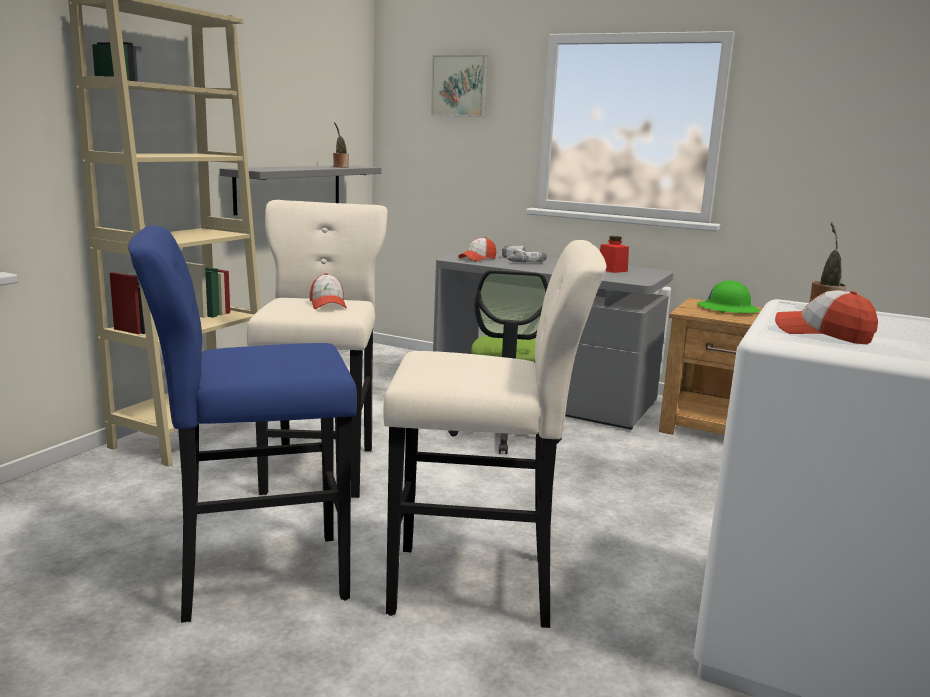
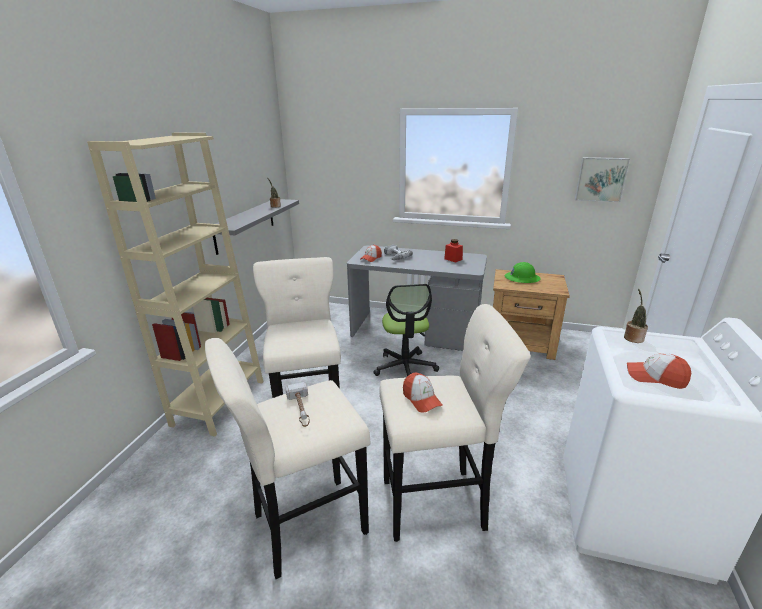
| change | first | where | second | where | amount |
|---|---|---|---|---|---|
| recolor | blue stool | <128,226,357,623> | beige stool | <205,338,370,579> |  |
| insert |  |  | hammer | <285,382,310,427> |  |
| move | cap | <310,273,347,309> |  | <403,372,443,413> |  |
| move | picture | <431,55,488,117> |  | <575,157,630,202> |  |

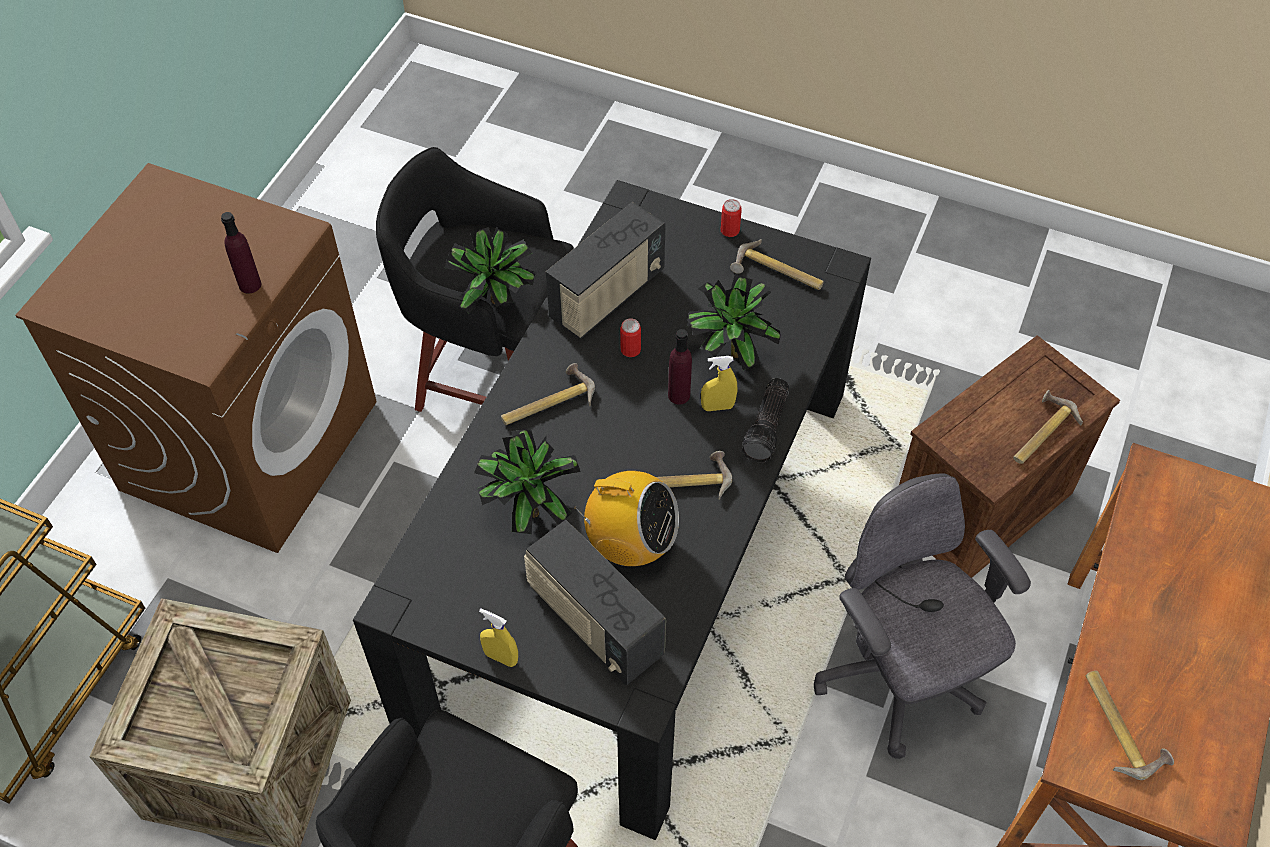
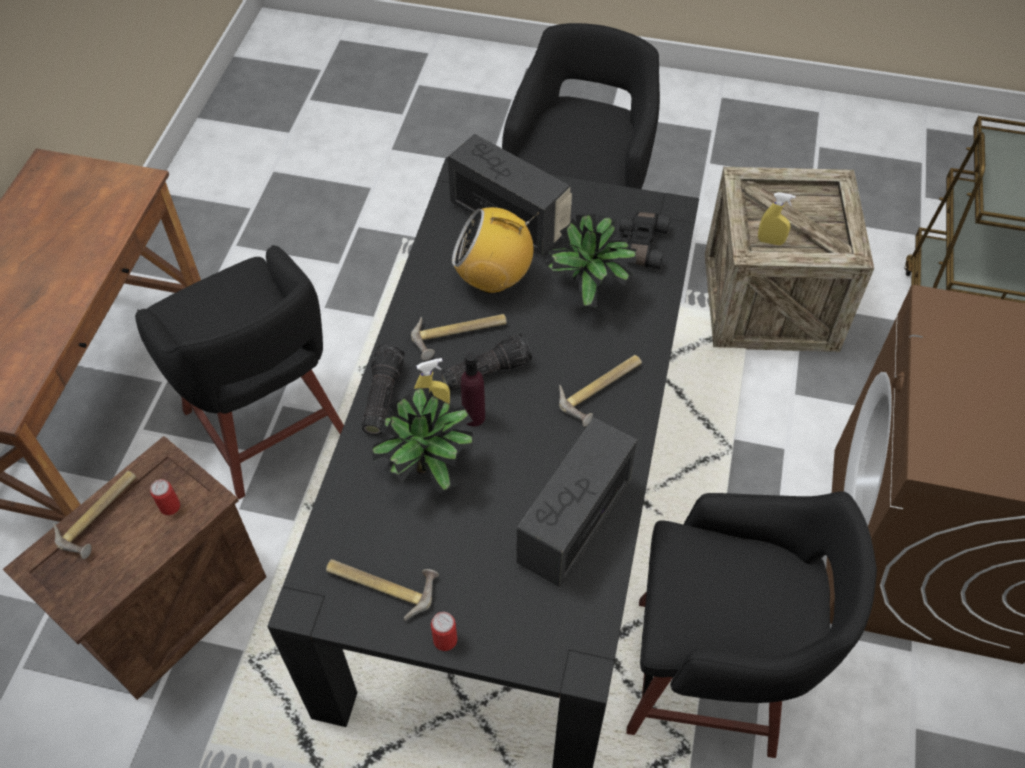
| change | first | where | second | where | amount |
|---|---|---|---|---|---|
| replace | grey office chair | <814,473,1031,759> | black stool | <135,245,344,499> |  |
| move | can | <620,318,641,357> |  | <150,479,180,515> |  |
| insert |  |  | flashlight | <440,334,532,391> |  |
| insert |  |  | black binoculars | <616,212,670,269> |  |
| move | yellow spray bottle | <479,609,518,667> |  | <758,192,796,245> |  |
| delete | purple bottle | <221,212,261,294> |  |  |  |
| delete | potted plant | <444,226,536,314> |  |  |  |
| delete | hammer | <1085,671,1174,780> |  |  |  |

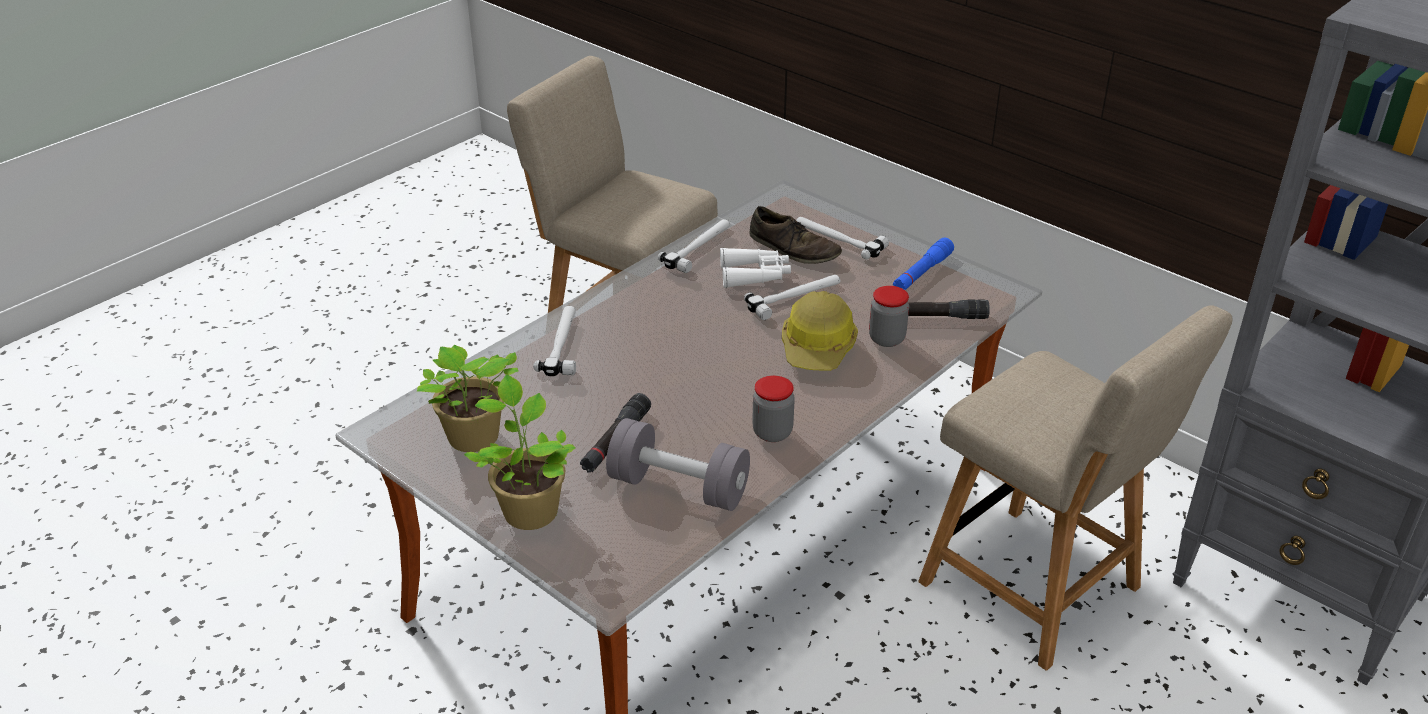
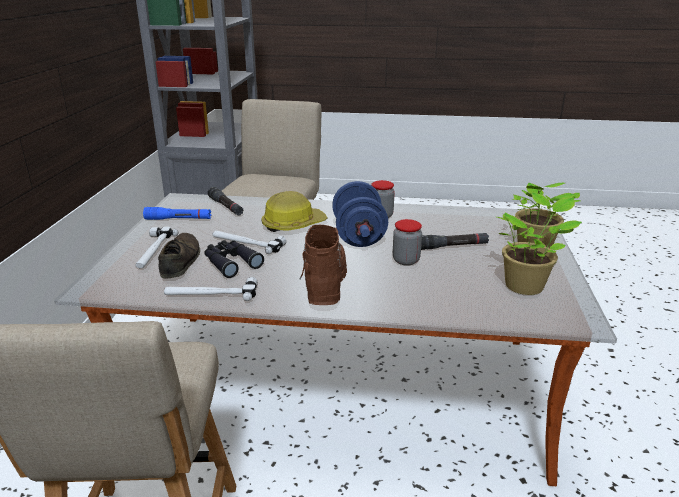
| change | first | where | second | where | amount |
|---|---|---|---|---|---|
| recolor | white binoculars | <720,248,791,288> | black binoculars | <204,240,264,278> |  |
| insert |  |  | brown boot | <299,225,347,305> |  |
| insert |  |  | blue dumbbell | <332,181,388,247> |  |
| move | jar | <869,286,909,347> |  | <393,219,422,266> |  |
| delete | hammer | <533,306,576,376> |  |  |  |
| delete | grey dumbbell | <606,418,750,511> |  |  |  |

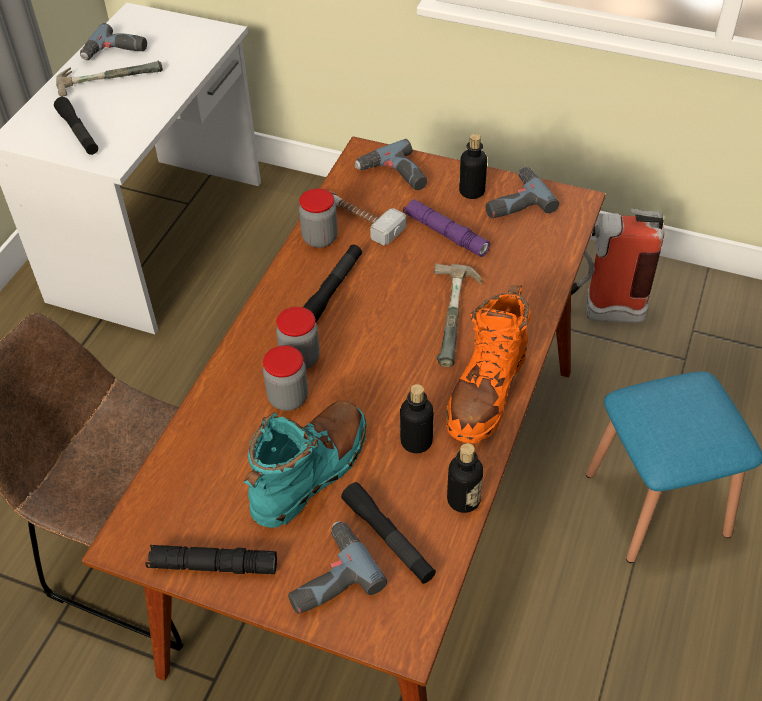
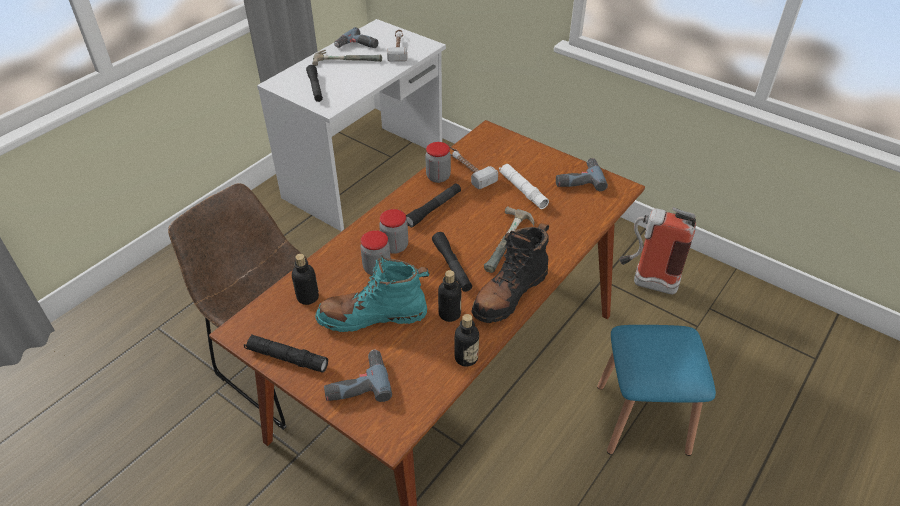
| change | first | where | second | where | amount |
|---|---|---|---|---|---|
| move | bottle | <459,134,487,199> |  | <291,254,319,305> |  |
| rotate | turquoise boot | <243,401,367,528> |  | <315,256,430,332> | 150 degrees counterclockwise |
| insert |  |  | hammer | <387,30,407,62> |  |
| move | black flashlight | <341,482,436,584> |  | <432,232,472,292> |  |
| recolor | orange boot | <445,285,531,443> | black boot | <472,223,549,323> |  |
| recolor | purple flashlight | <403,199,490,257> | white flashlight | <499,164,549,209> |  |
| delete | power drill | <354,139,427,190> |  |  |  |

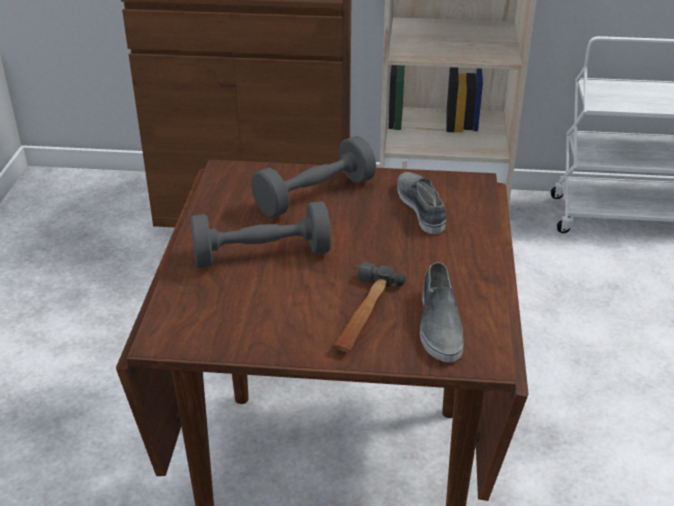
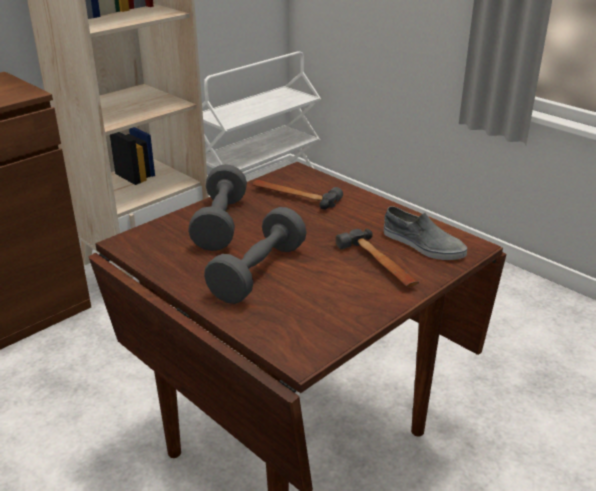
| change | first | where | second | where | amount |
|---|---|---|---|---|---|
| replace | grey shoe | <397,172,447,234> | hammer | <252,180,343,210> |  |

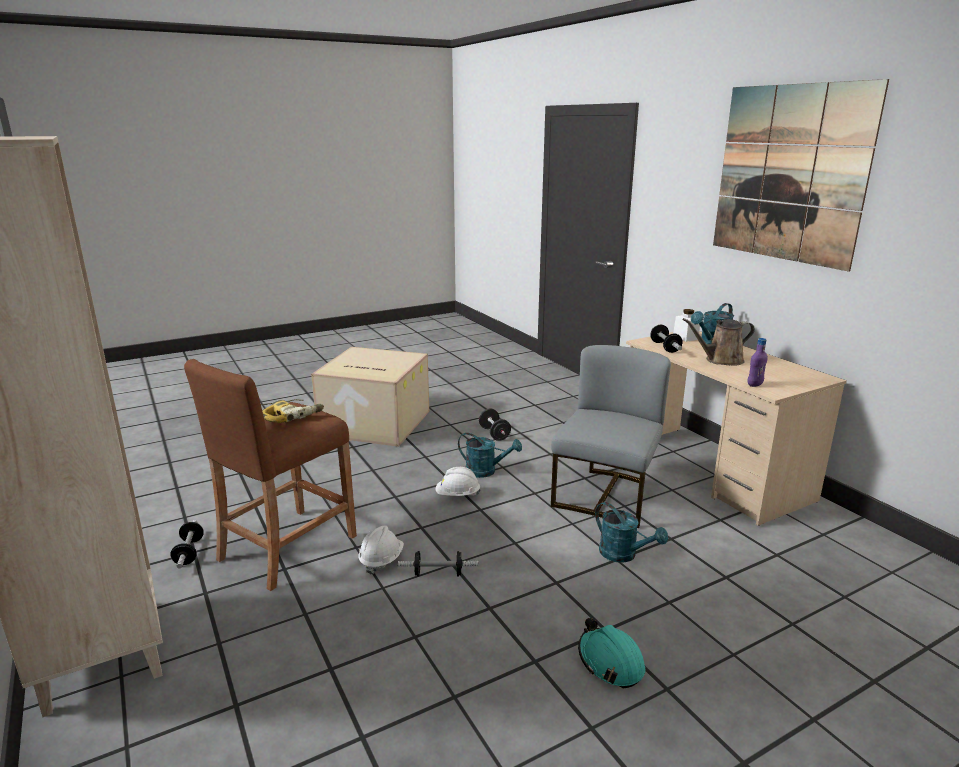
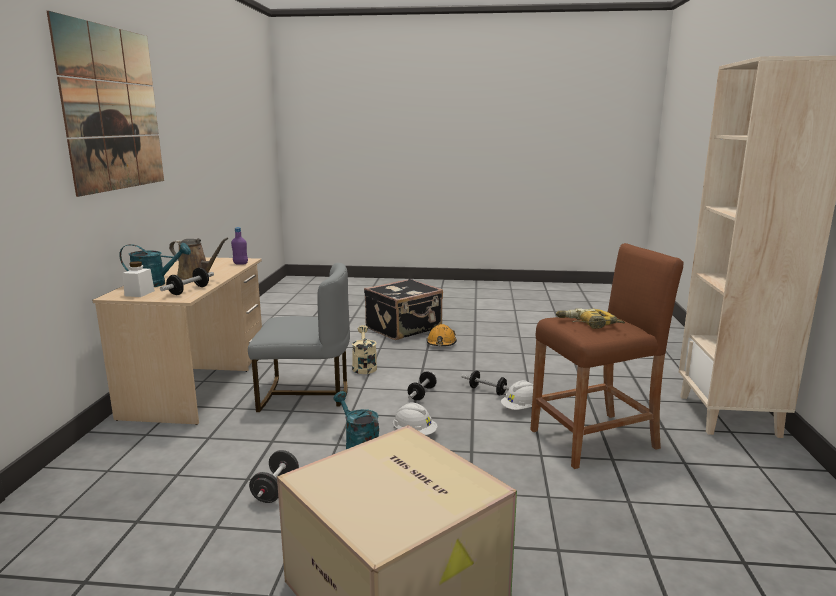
| change | first | where | second | where | amount |
|---|---|---|---|---|---|
| rotate | grey chair | <551,345,671,528> |  | <248,263,350,412> | 150 degrees counterclockwise |
| recolor | turquoise watering can | <595,502,668,563> | beige watering can | <352,325,377,374> |  |
| insert |  |  | black suitcase | <364,279,443,340> |  |
| move | dumbbell | <171,520,204,568> |  | <408,371,437,400> |  |
| recolor | turquoise hard hat | <578,618,645,688> | orange hard hat | <426,324,457,346> |  |

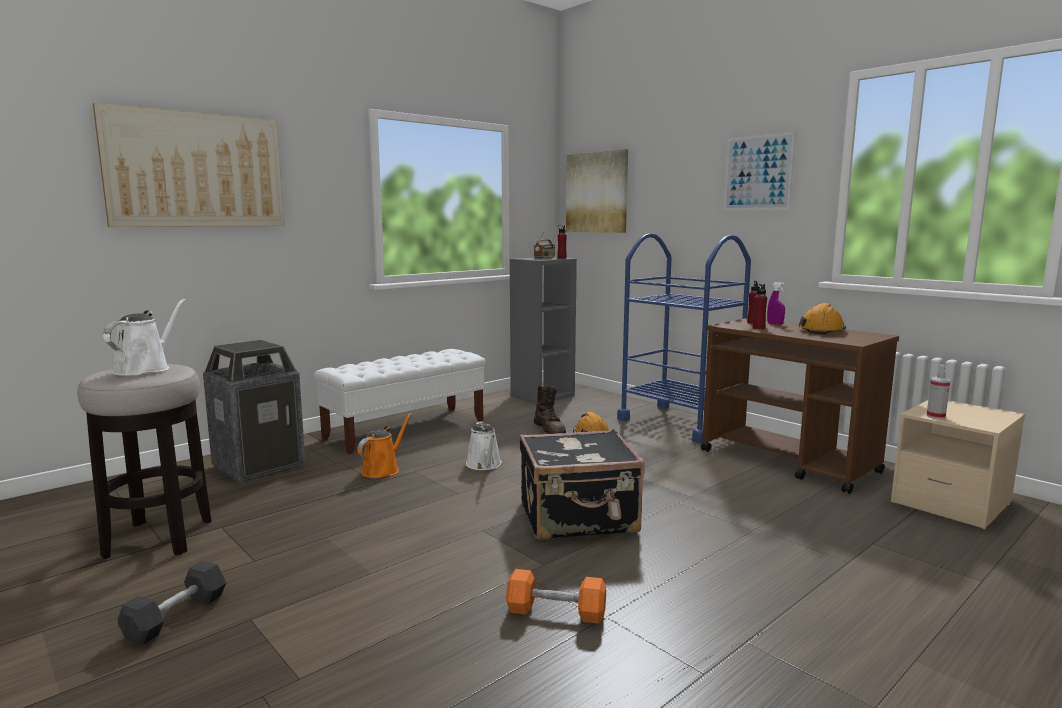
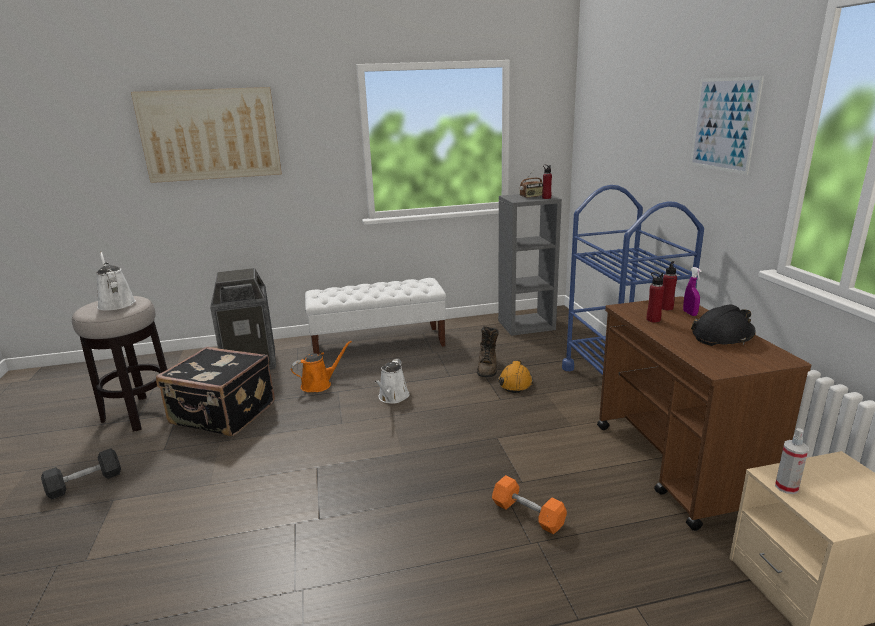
| change | first | where | second | where | amount |
|---|---|---|---|---|---|
| rotate | white watering can | <103,299,186,376> |  | <96,252,136,310> | 75 degrees counterclockwise |
| move | black suitcase | <519,429,645,540> |  | <156,346,275,436> |  |
| move | orange dumbbell | <506,569,606,624> |  | <492,475,567,534> |  |
| recolor | orange hard hat | <798,303,846,335> | black hard hat | <691,305,755,346> |  |
| delete | picture | <566,149,628,233> |  |  |  |

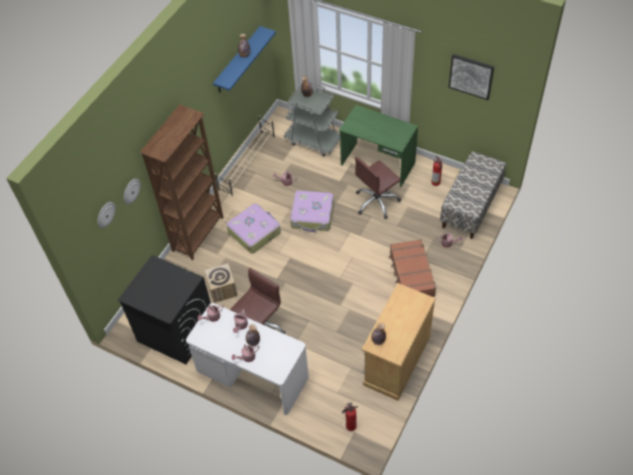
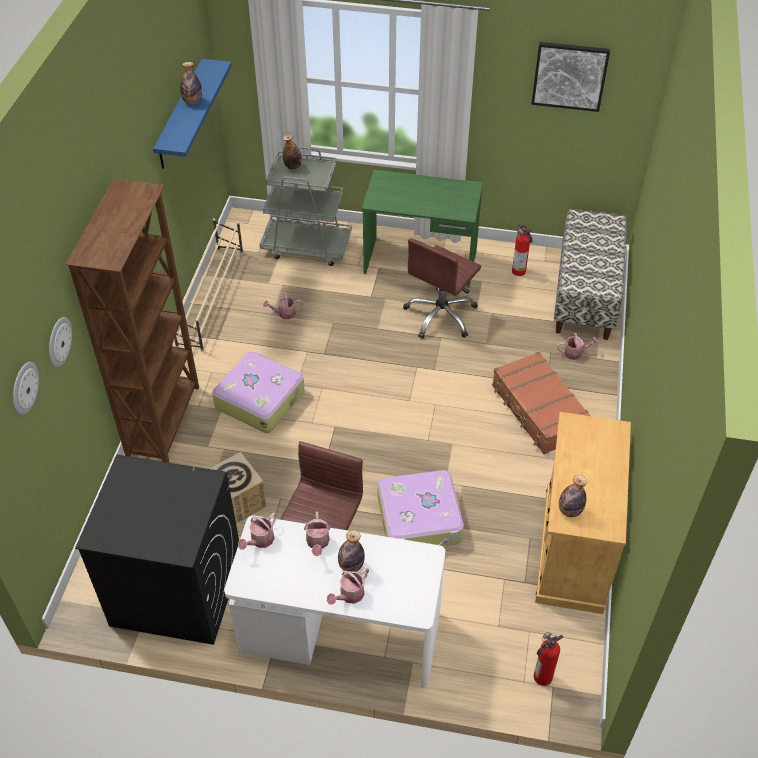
| change | first | where | second | where | amount |
|---|---|---|---|---|---|
| move | suitcase | <290,190,334,232> |  | <378,470,464,547> |  |

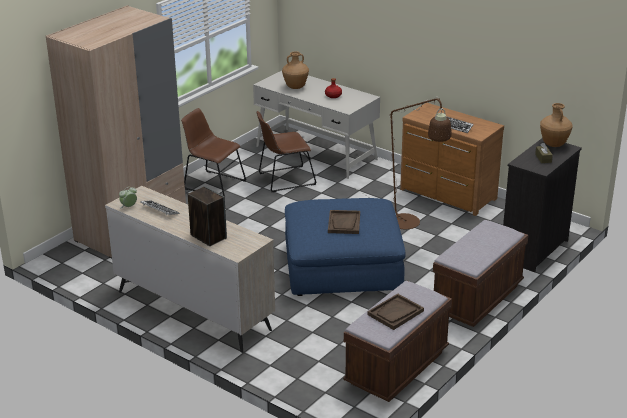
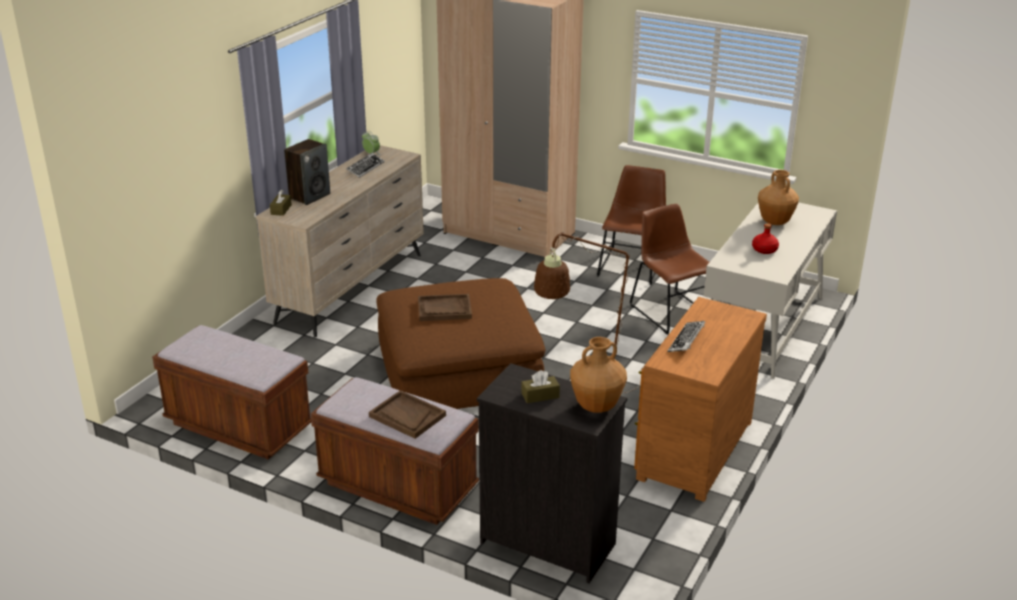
| change | first | where | second | where | amount |
|---|---|---|---|---|---|
| insert |  |  | brown tissue box | <270,190,292,216> |  |
| move | brown tray | <367,294,424,330> |  | <369,390,446,439> |  |
| recolor | blue ottoman | <285,198,406,296> | brown ottoman | <376,278,545,409> |  |

